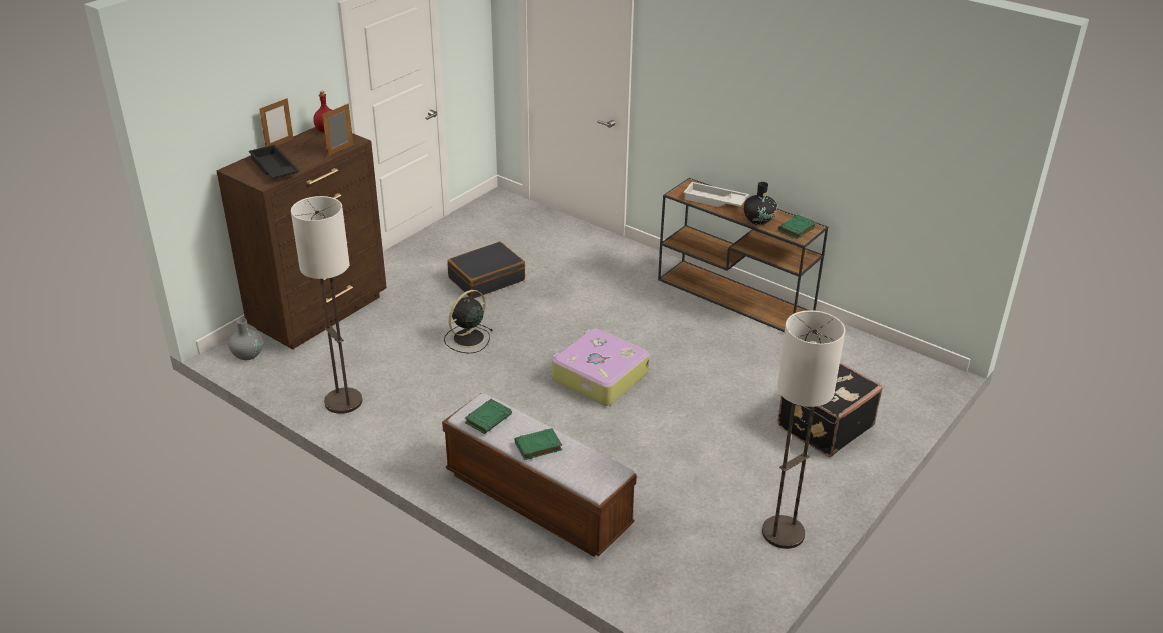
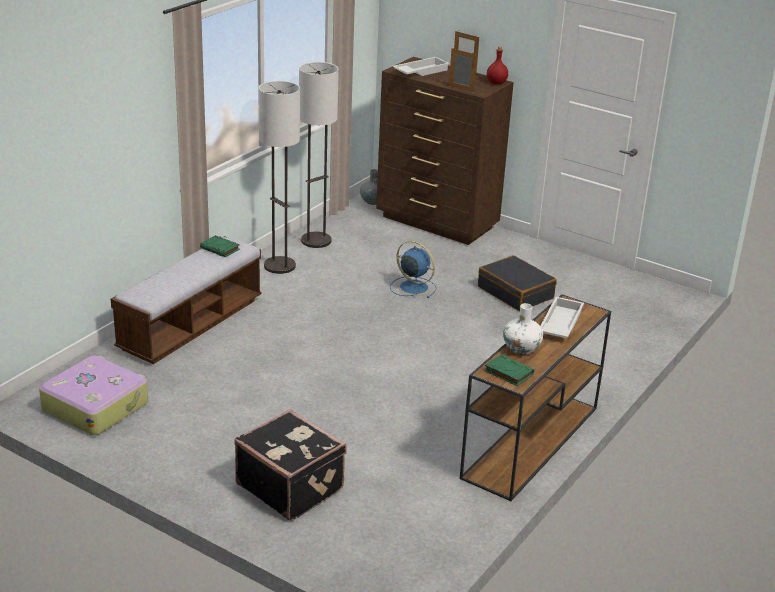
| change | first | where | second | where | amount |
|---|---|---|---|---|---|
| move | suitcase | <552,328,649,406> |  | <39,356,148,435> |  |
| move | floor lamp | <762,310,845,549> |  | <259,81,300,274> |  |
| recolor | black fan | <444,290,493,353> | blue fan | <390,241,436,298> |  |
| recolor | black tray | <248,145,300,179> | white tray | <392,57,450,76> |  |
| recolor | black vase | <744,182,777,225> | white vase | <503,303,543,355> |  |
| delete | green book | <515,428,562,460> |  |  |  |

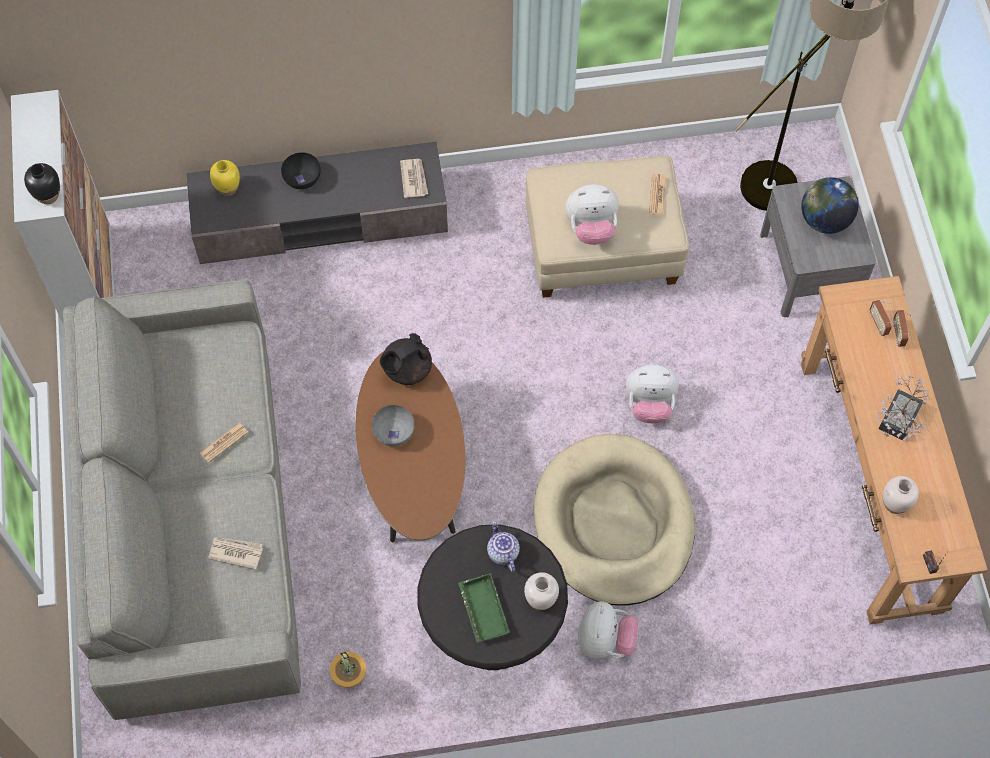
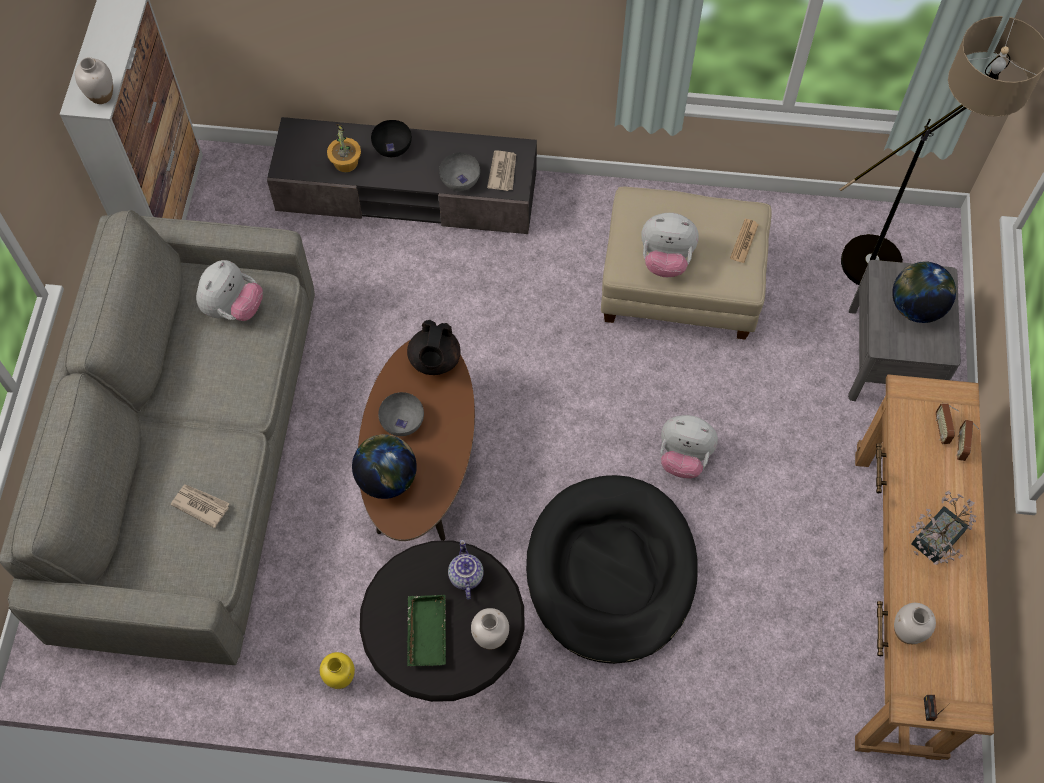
| change | first | where | second | where | amount |
|---|---|---|---|---|---|
| recolor | black vase | <24,163,60,204> | white vase | <75,57,113,104> |  |
| move | plush toy | <578,601,638,659> |  | <196,260,263,321> |  |
| move | yellow vase | <210,160,240,196> |  | <320,652,355,689> |  |
| move | potted plant | <330,652,366,688> |  | <327,124,361,172> |  |
| insert |  |  | globe | <352,434,417,499> |  |
| rotate | black teapot | <380,333,432,385> |  | <407,320,461,375> | 60 degrees counterclockwise |
| insert |  |  | grey bowl | <439,153,480,191> |  |
| recolor | beige dog bed | <533,434,695,606> | black dog bed | <526,475,698,664> |  |
| delete | newspaper | <200,423,248,463> |  |  |  |

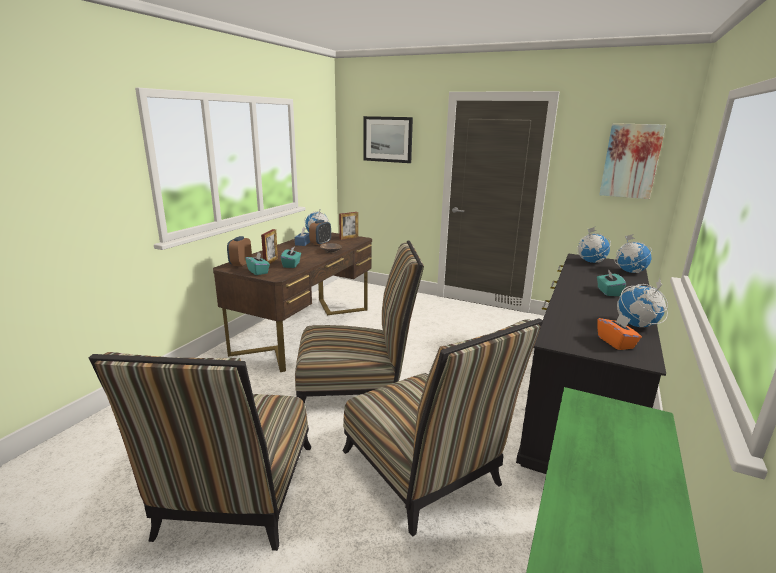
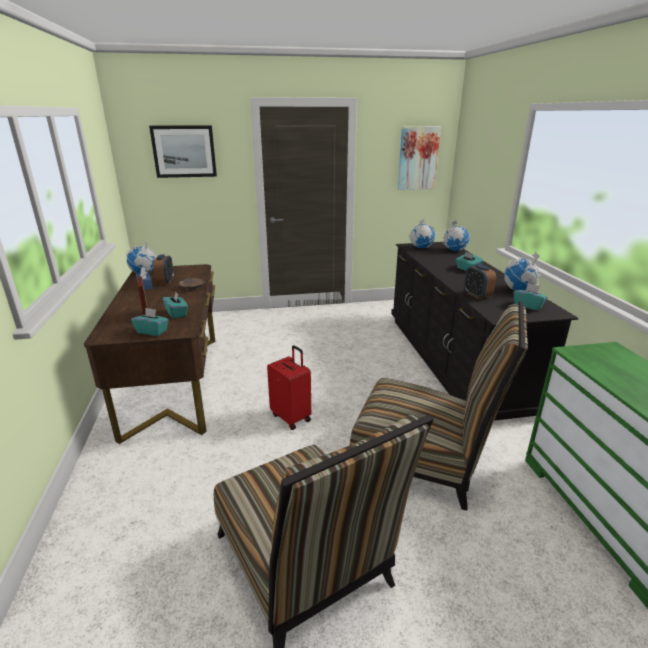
| change | first | where | second | where | amount |
|---|---|---|---|---|---|
| replace | chair | <295,240,424,404> | red suitcase | <267,345,311,430> |  |
| move | alarm clock | <227,236,252,267> |  | <464,264,496,299> |  |
| recolor | orange tissue box | <597,313,642,350> | turquoise tissue box | <514,283,548,311> |  |
| delete | picture frame | <339,212,358,240> |  |  |  |

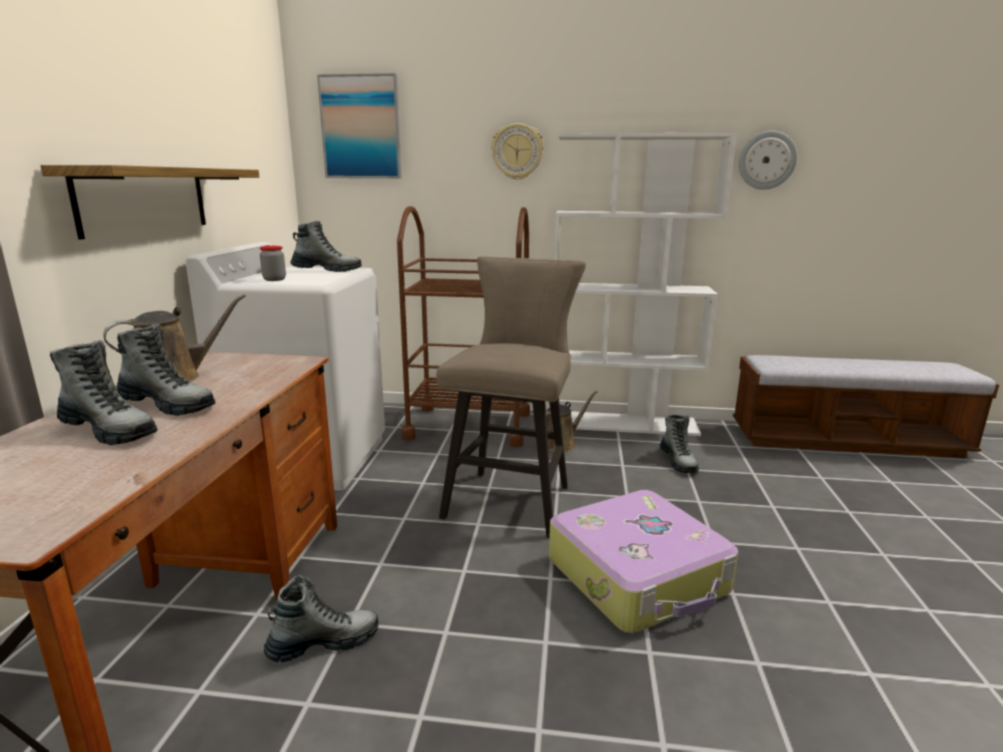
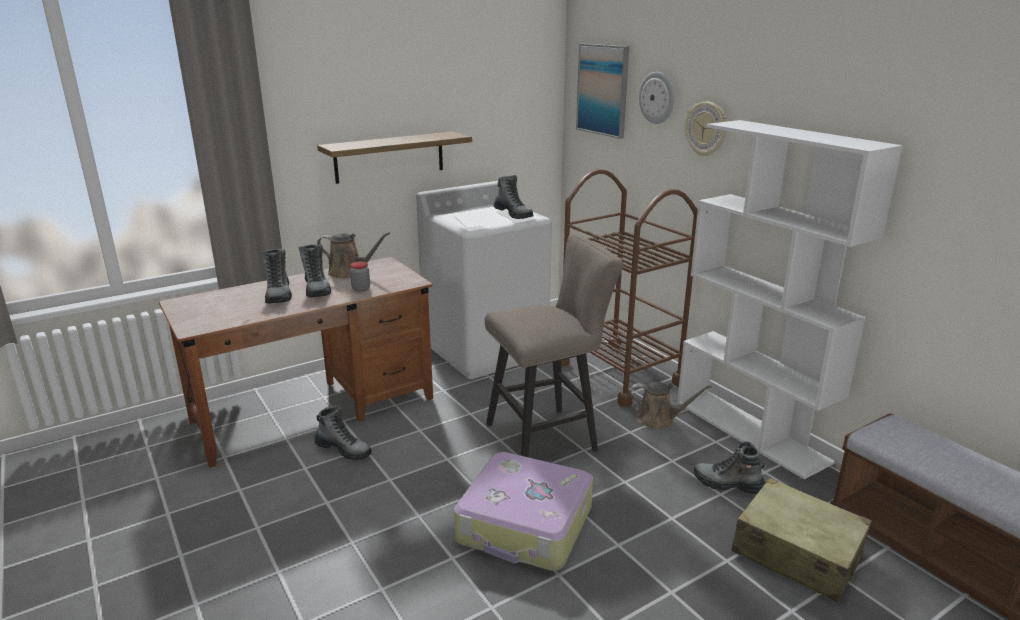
| change | first | where | second | where | amount |
|---|---|---|---|---|---|
| move | jar | <260,246,286,281> |  | <350,261,370,292> |  |
| move | wall clock | <739,131,797,190> |  | <639,72,675,124> |  |
| rotate | boot | <660,414,699,473> |  | <694,441,765,494> | 75 degrees clockwise |
| insert |  |  | beige suitcase | <731,478,872,603> |  |

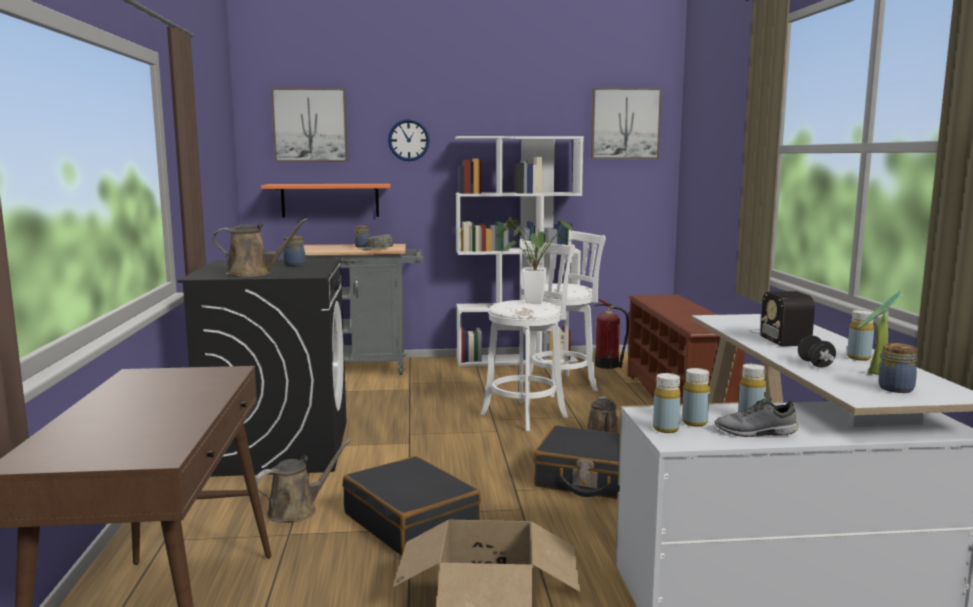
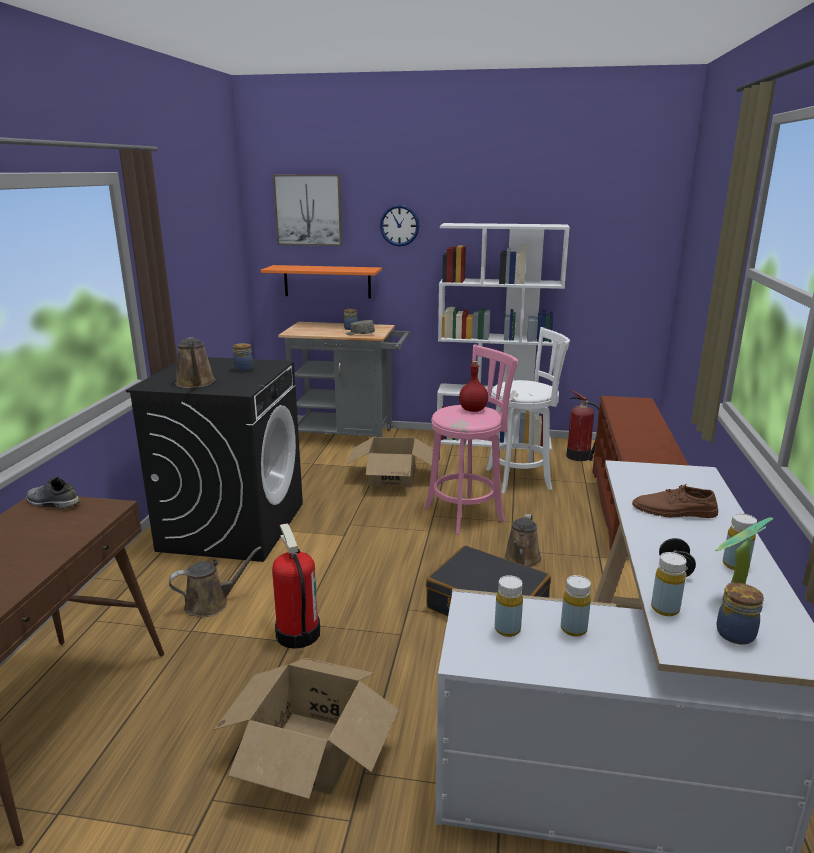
| change | first | where | second | where | amount |
|---|---|---|---|---|---|
| move | grey shoe | <715,396,798,437> |  | <26,477,80,509> |  |
| rotate | brown watering can | <212,218,308,277> |  | <175,337,215,388> | 60 degrees clockwise |
| replace | black suitcase | <343,456,481,556> | fire extinguisher | <272,523,320,649> |  |
| insert |  |  | cardboard box | <346,437,433,487> |  |
| recolor | white stool | <480,239,575,431> | pink stool | <424,344,518,535> |  |
| replace | potted plant | <497,217,572,304> | red bottle | <459,361,488,412> |  |
| replace | radio | <750,291,815,346> | brown shoe | <632,484,718,518> |  |
| move | yellow bottle | <653,373,681,433> |  | <651,552,686,616> |  |
| delete | picture | <591,88,662,159> |  |  |  |

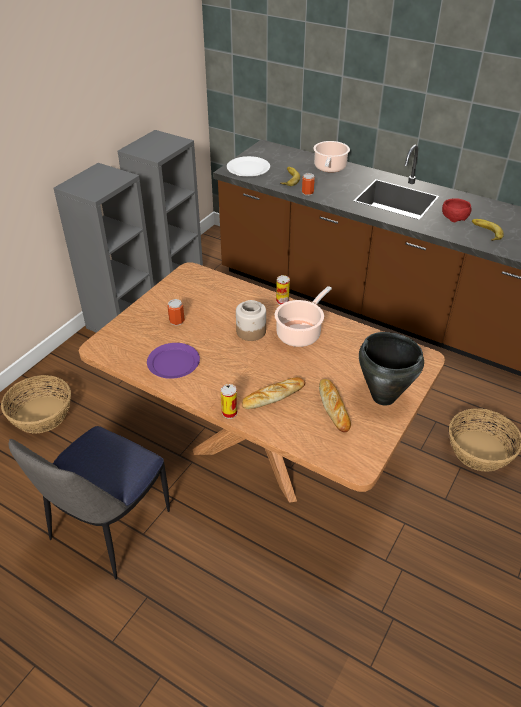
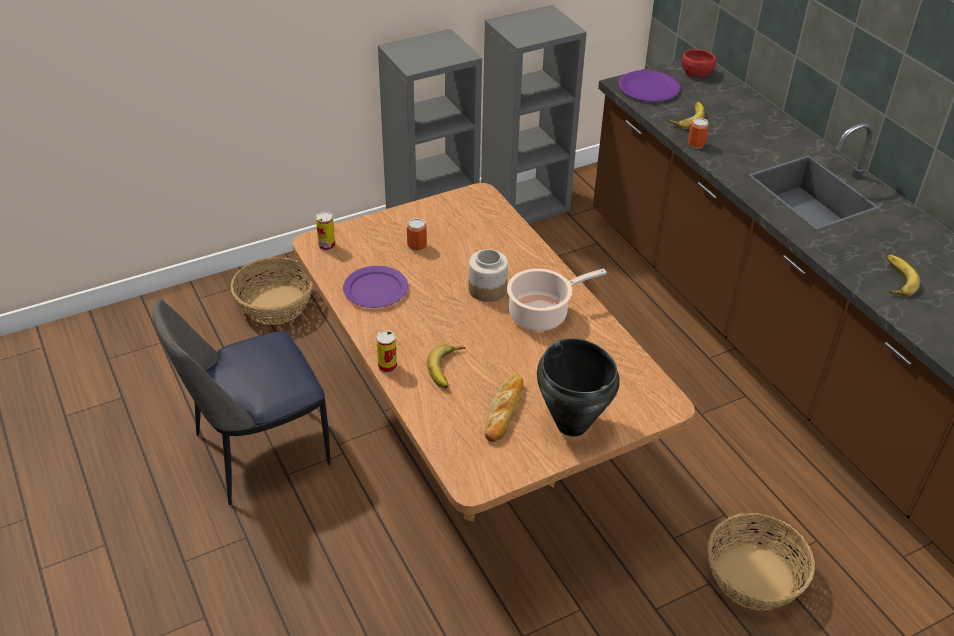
| change | first | where | second | where | amount |
|---|---|---|---|---|---|
| move | can | <276,275,290,305> |  | <316,212,335,251> |  |
| replace | bread | <242,377,305,409> | banana | <427,344,465,389> |  |
| recolor | white plate | <227,156,270,177> | purple plate | <619,70,680,102> |  |
| move | red bowl | <442,199,471,222> |  | <682,49,716,78> |  |
| delete | cooking pot | <313,141,350,173> |  |  |  |

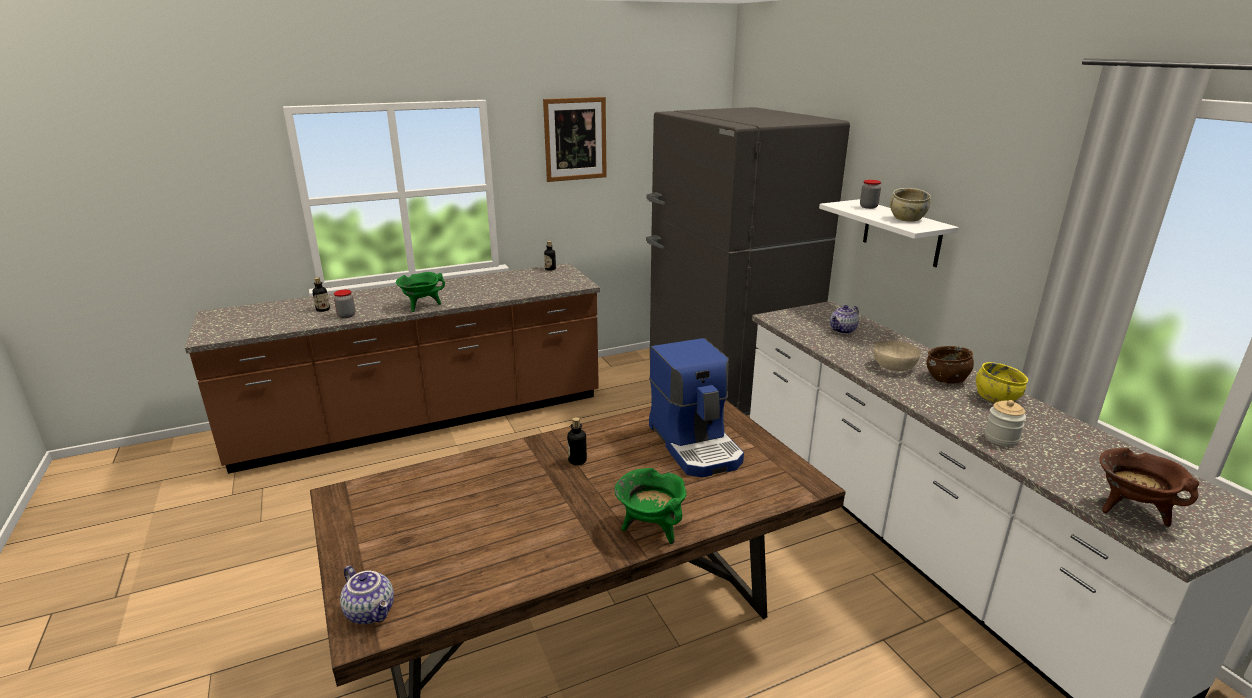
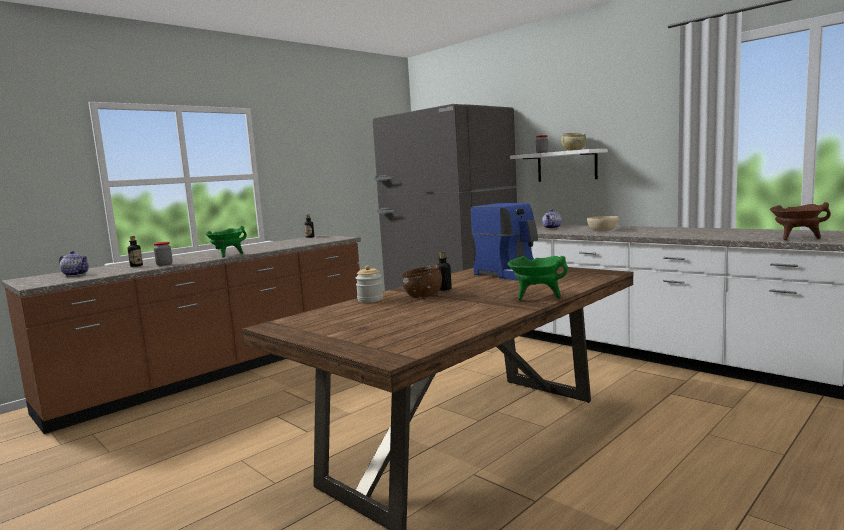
| change | first | where | second | where | amount |
|---|---|---|---|---|---|
| move | teapot | <340,565,394,624> |  | <59,251,89,276> |  |
| move | jar | <984,400,1026,446> |  | <356,265,383,302> |  |
| move | brown bowl | <926,346,974,384> |  | <402,265,442,298> |  |
| delete | picture | <543,97,607,182> |  |  |  |
| delete | yellow bowl | <976,362,1028,403> |  |  |  |

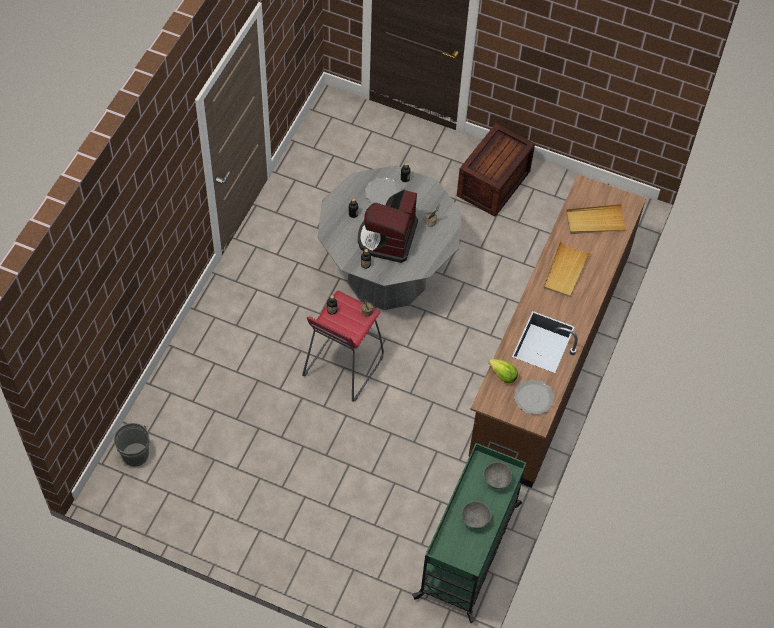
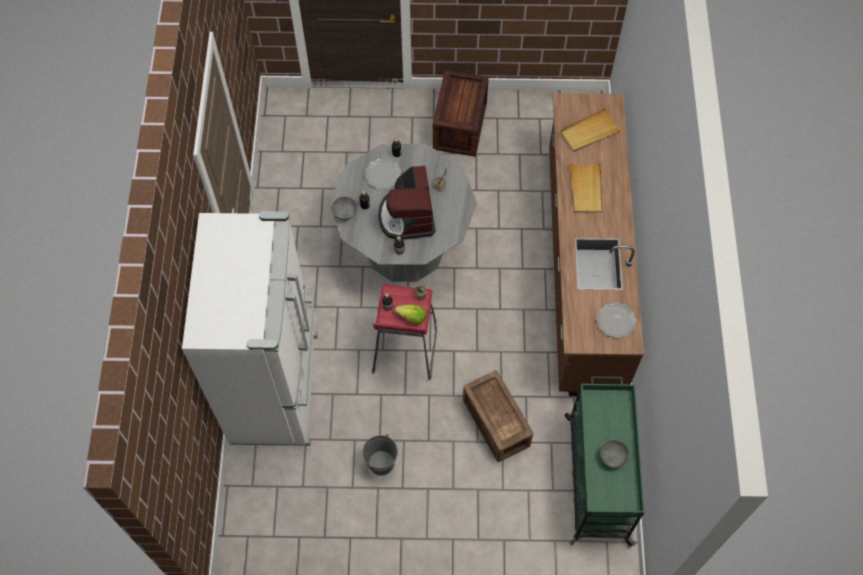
| change | first | where | second | where | amount |
|---|---|---|---|---|---|
| insert |  |  | white fridge | <182,211,318,446> |  |
| move | grey bowl | <483,462,512,489> |  | <331,196,357,220> |  |
| move | grey bucket | <114,423,149,466> |  | <362,434,398,476> |  |
| move | lettuce | <488,359,518,383> |  | <395,305,426,324> |  |
| insert |  |  | crate | <463,370,533,462> |  |

